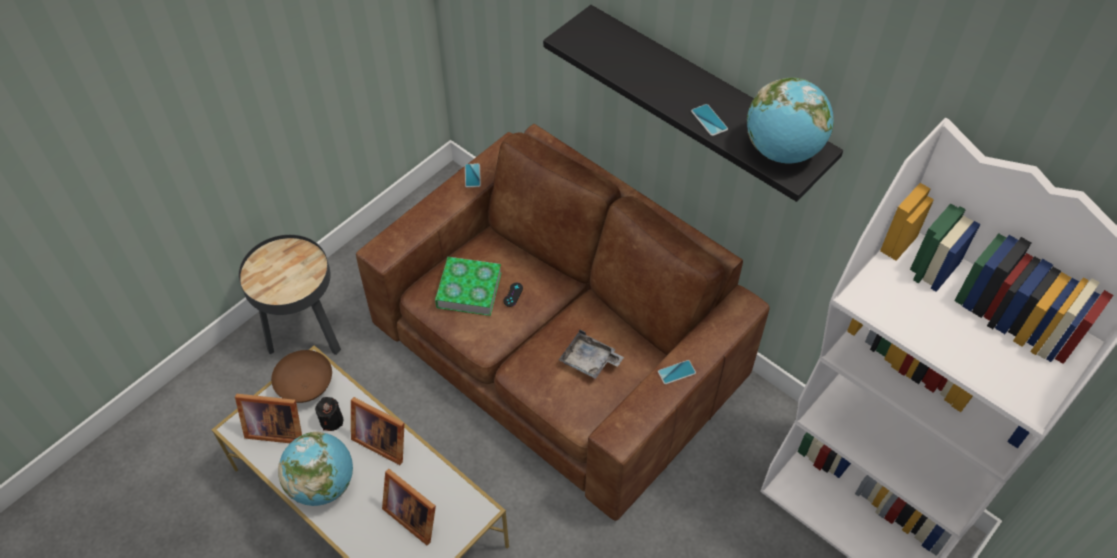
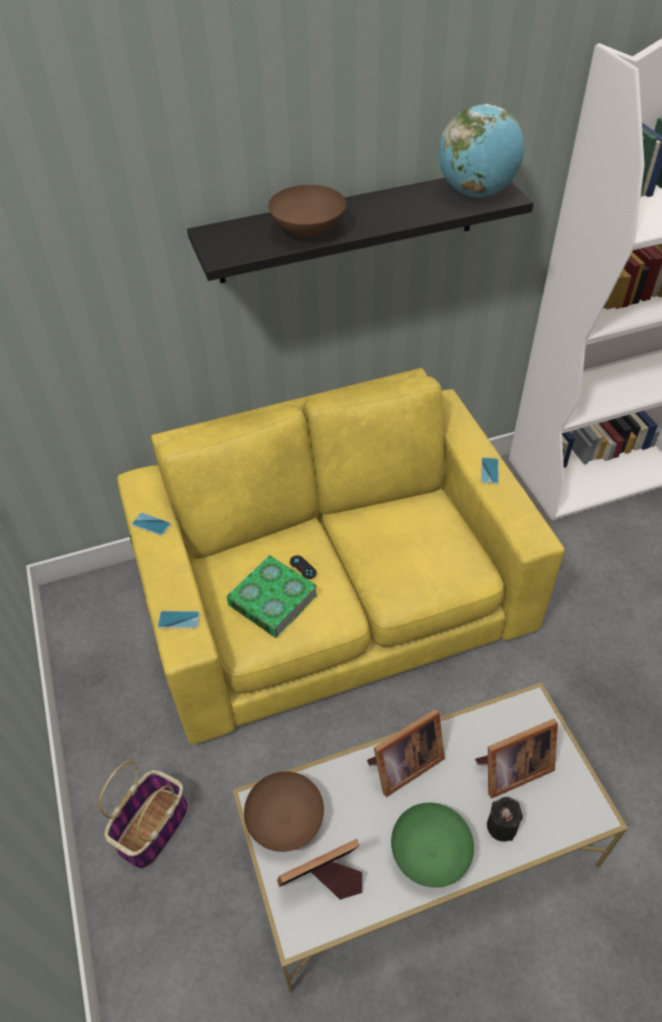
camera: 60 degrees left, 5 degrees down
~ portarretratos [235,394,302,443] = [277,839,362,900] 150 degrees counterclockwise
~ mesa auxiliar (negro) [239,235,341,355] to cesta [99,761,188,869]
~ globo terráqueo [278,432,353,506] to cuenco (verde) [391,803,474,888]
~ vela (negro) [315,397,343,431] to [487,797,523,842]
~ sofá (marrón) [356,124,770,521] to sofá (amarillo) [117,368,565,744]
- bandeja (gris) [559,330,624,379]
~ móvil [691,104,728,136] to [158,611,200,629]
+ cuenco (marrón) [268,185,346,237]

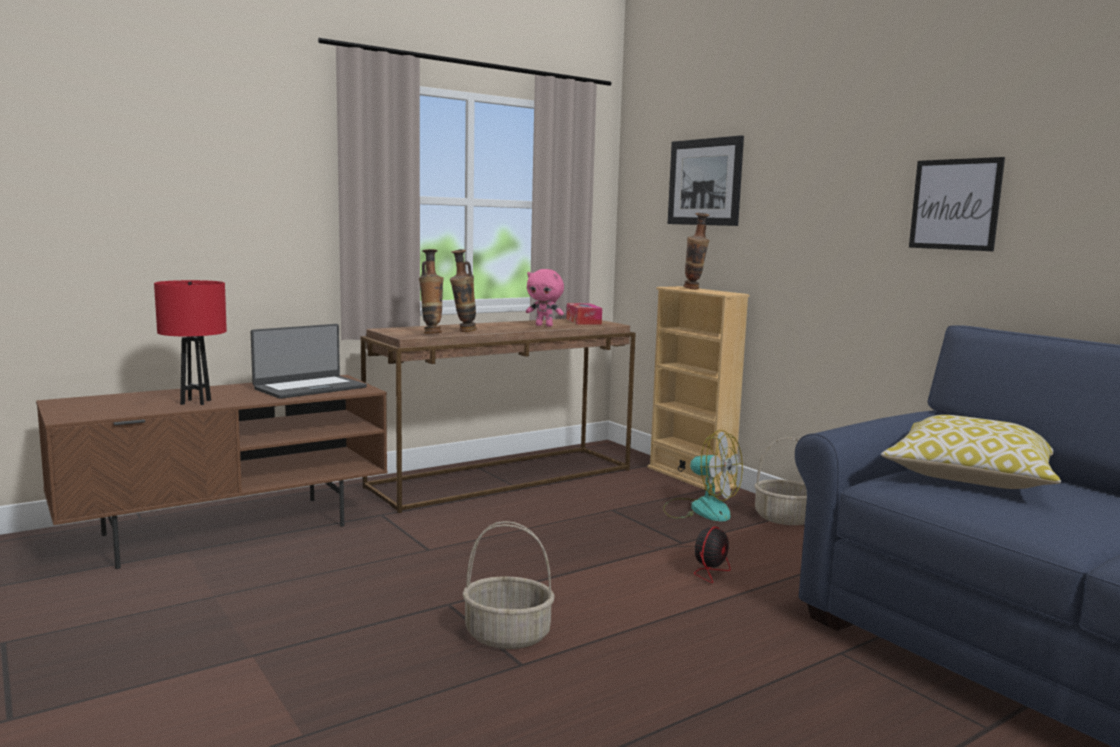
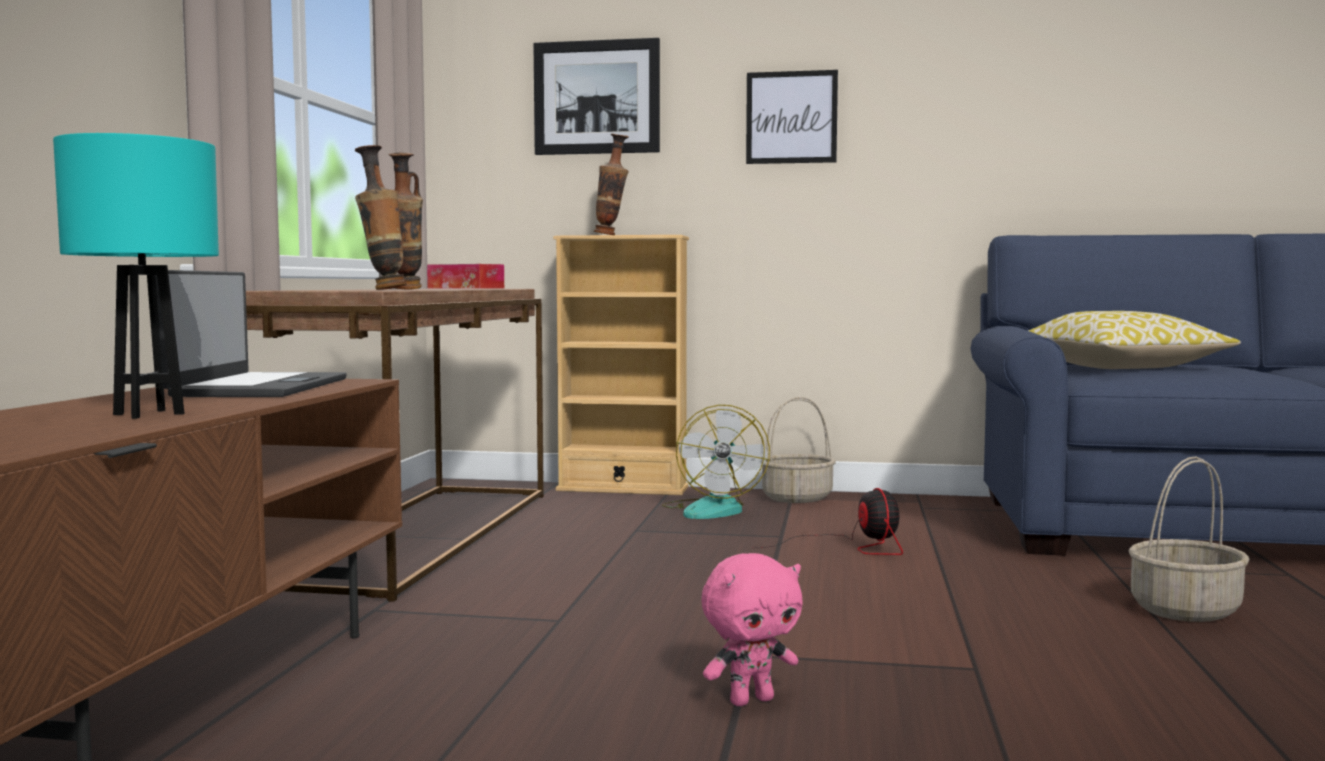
camera: 45 degrees left, 5 degrees down
~ lámpara de mesa (rojo) [154,280,227,405] to lámpara de mesa (turquesa) [53,133,219,419]
~ cesta [462,521,555,649] to [1128,457,1250,622]
~ peluche (rosa) [526,269,564,327] to [702,553,803,706]
~ ventilador [663,430,743,521] = [662,405,770,519] 105 degrees clockwise
~ cuadro [909,157,1005,251] to [746,70,838,164]

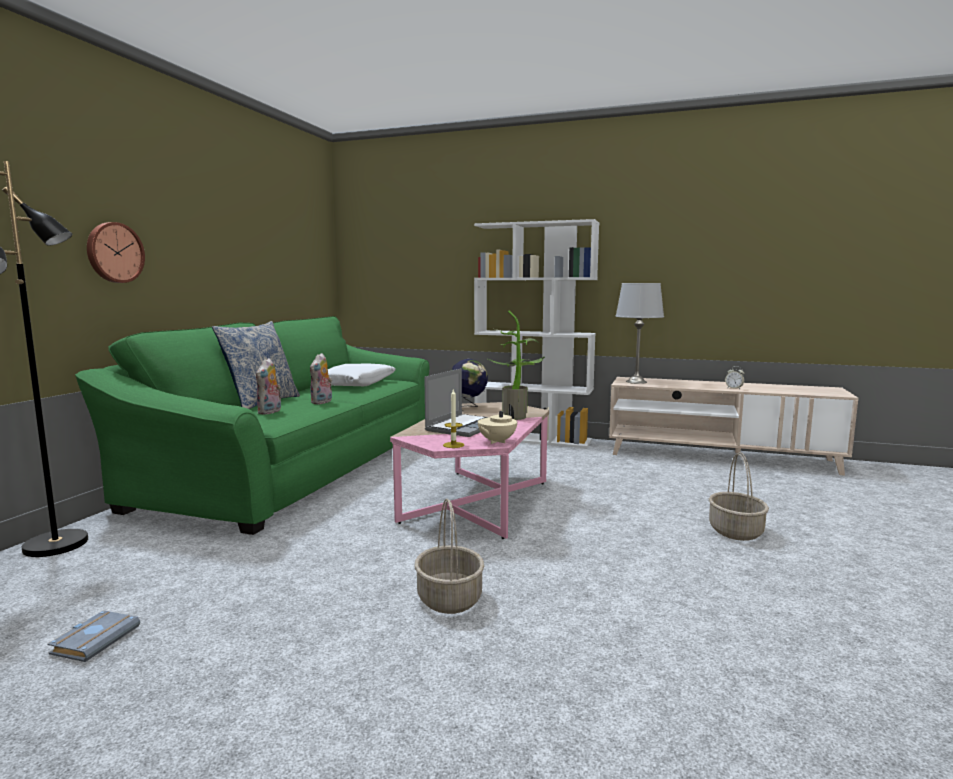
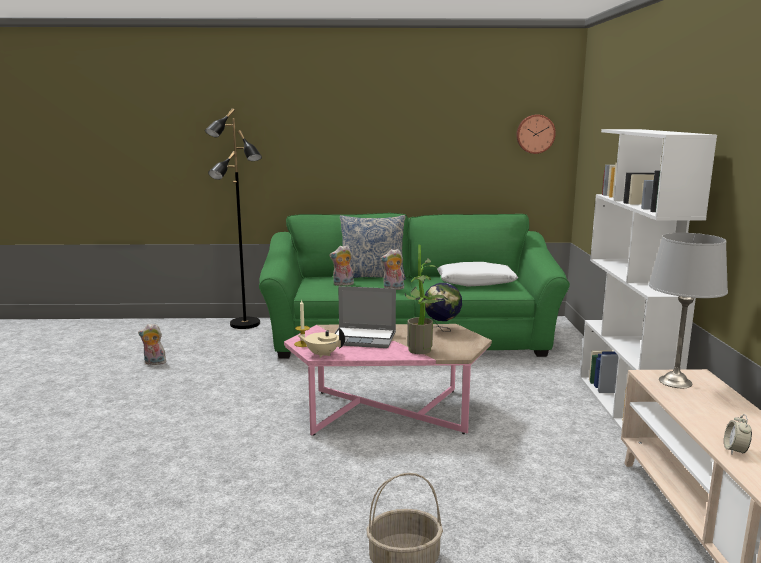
camera: 70 degrees right, 5 degrees up
~ libro (gris) [47,610,140,662] to peluche [138,324,166,365]
~ reloj de pared [87,222,145,283] to [516,115,556,154]
- cesta [414,498,485,614]

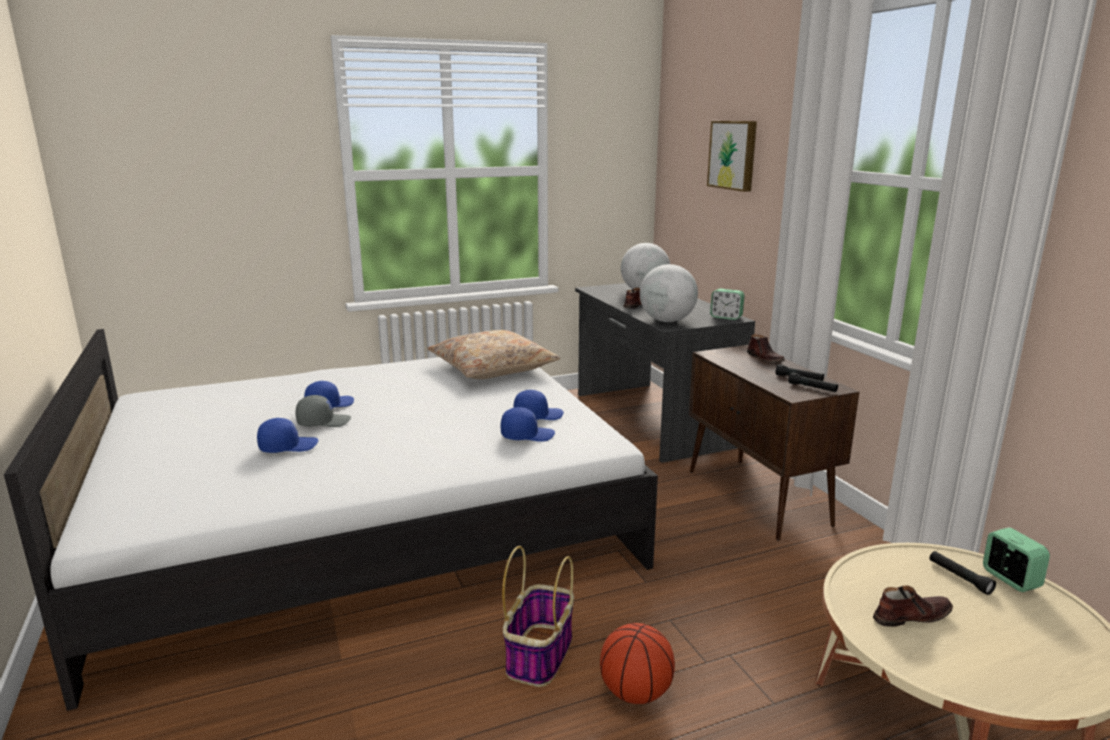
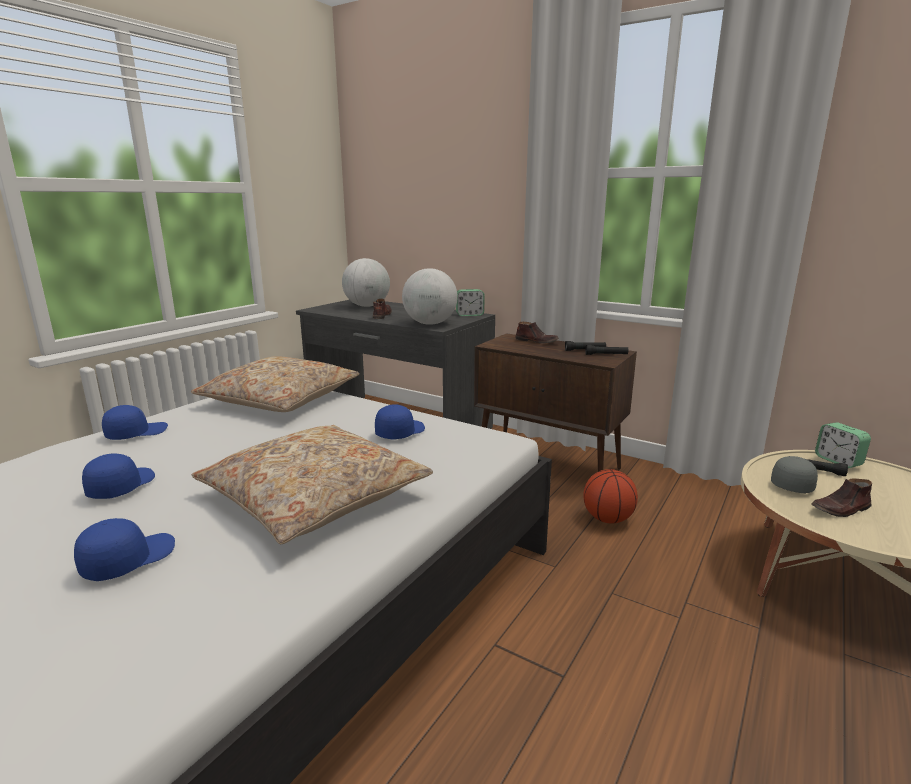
camera: 35 degrees left, 0 degrees up
~ gorra (gris) [296,395,351,427] to [771,456,818,493]
~ gorra (azul) [501,407,555,442] to [102,405,168,440]
- cesta [502,546,574,687]
~ balón de baloncesto [600,623,675,704] to [583,469,638,523]
- cuadro [707,121,757,192]
~ zapato (marrón) [873,585,953,627] = [811,479,872,517] 150 degrees counterclockwise
~ despertador [983,528,1050,592] = [815,422,871,468] 150 degrees counterclockwise
+ cojín (beis) [191,425,433,544]

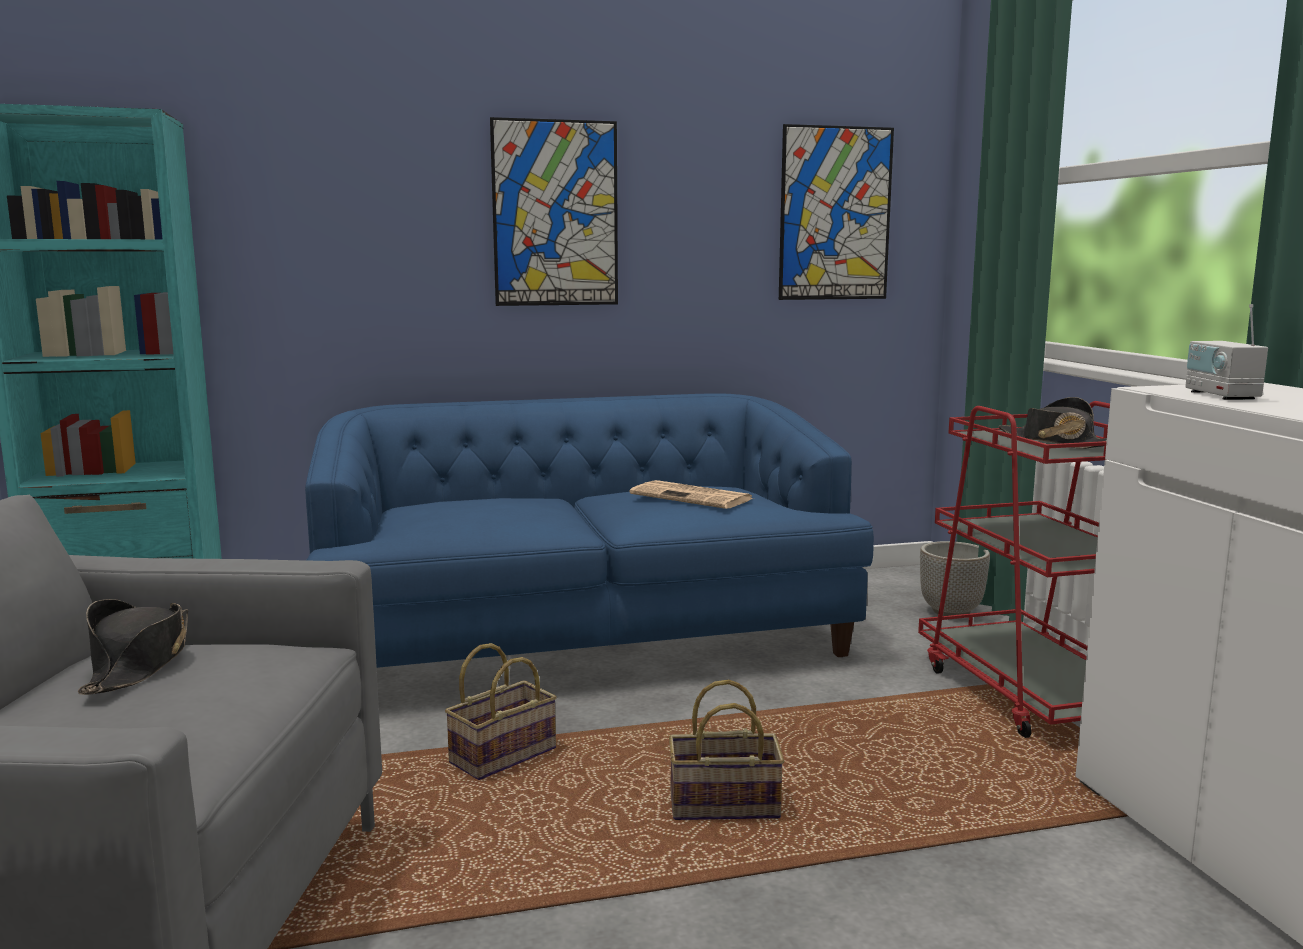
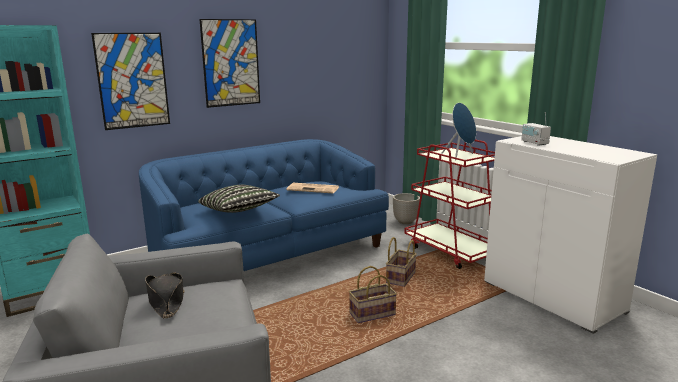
camera: 20 degrees left, 5 degrees up
~ cesta [445,643,557,780] to [386,237,417,287]
~ cuadro [779,124,894,300] to [91,33,170,130]
~ sombrero (negro) [998,397,1107,449] to altavoz (azul) [441,103,476,161]
+ cojín [198,185,280,213]

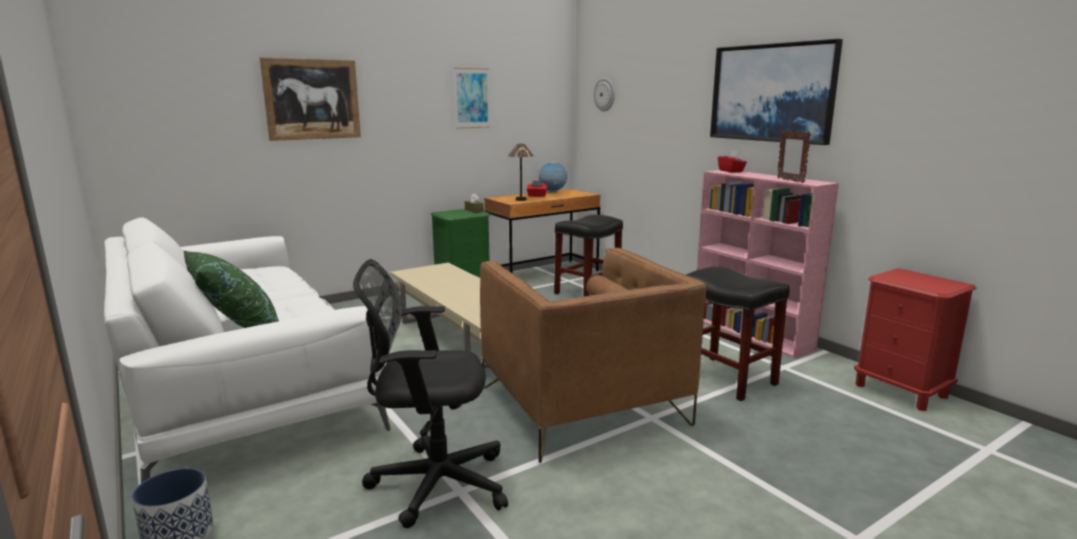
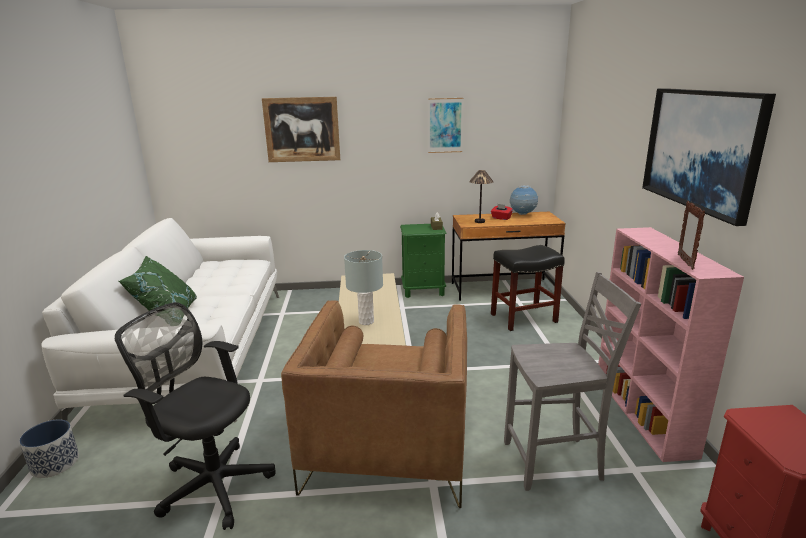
camera: 30 degrees right, 5 degrees up
- reloj de pared [593,78,615,111]
~ taburete (negro) [686,266,789,401] to silla (gris) [504,272,641,491]
- caja de pañuelos (rojo) [718,150,747,173]
+ lámpara de mesa (gris) [344,250,383,325]

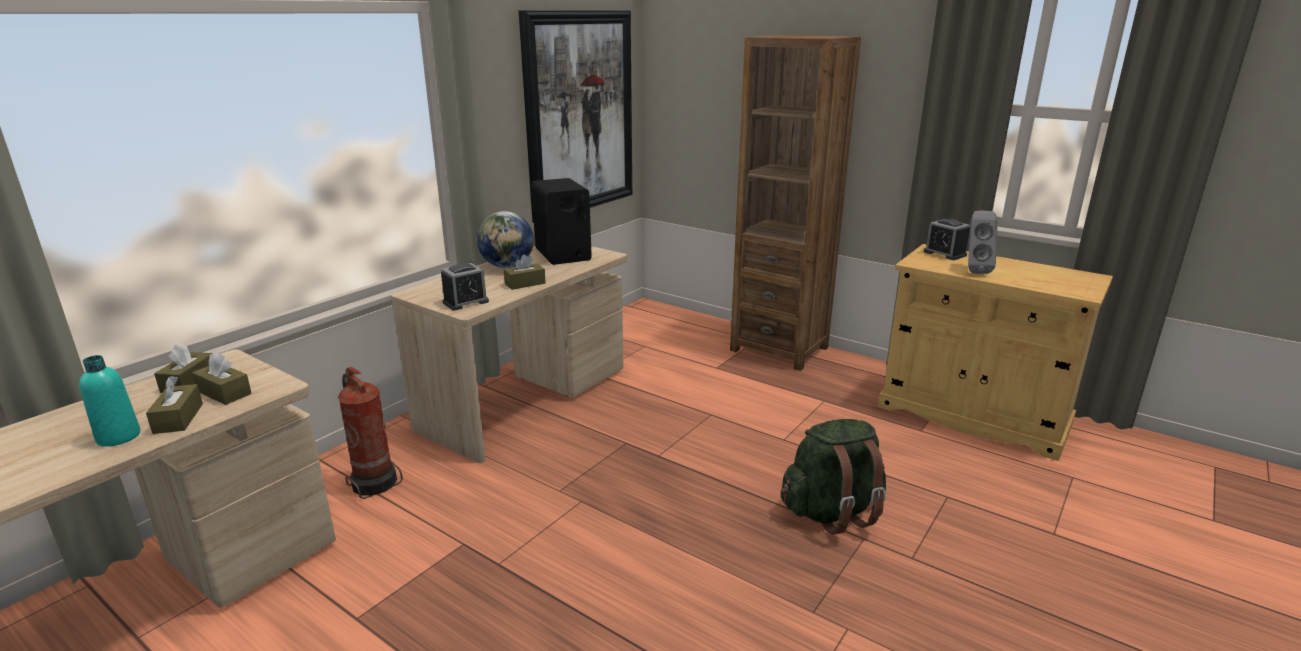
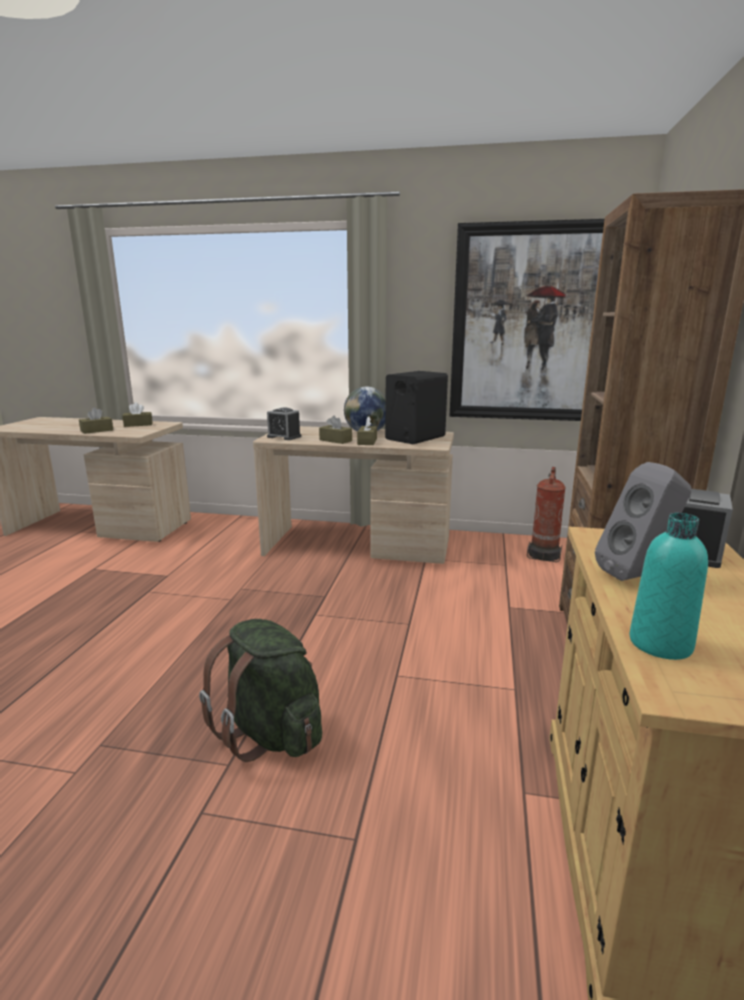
camera: 65 degrees right, 5 degrees down
~ botella (turquesa) [79,355,140,447] to [629,513,708,660]
~ caja de pañuelos (marrón) [192,353,252,405] to [357,416,377,445]
~ extintor [338,367,403,499] to [527,467,566,562]

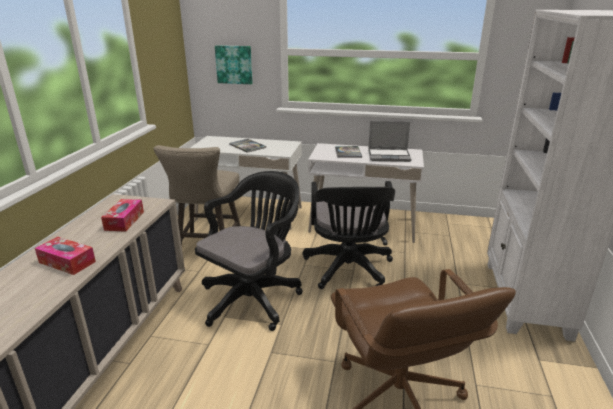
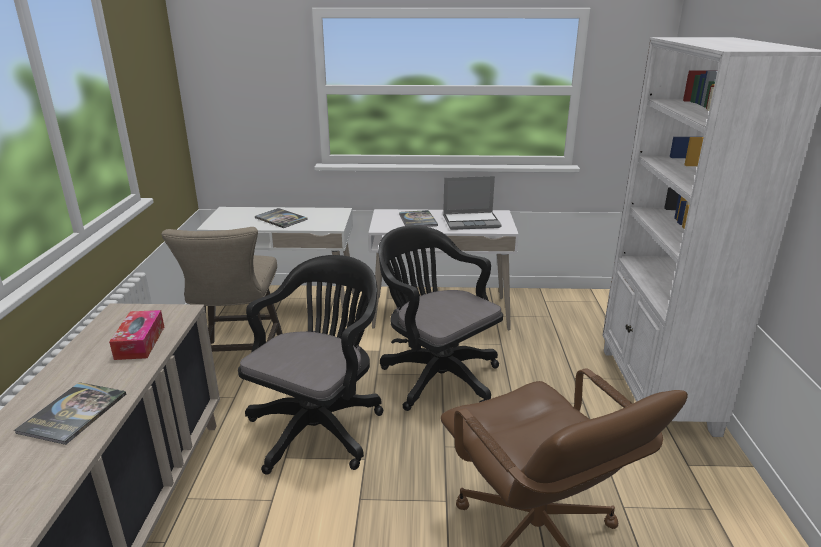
camera: 10 degrees left, 0 degrees up
~ caja de pañuelos [35,237,96,275] to libro [14,382,126,445]
- cuadro [215,45,253,84]
~ silla de oficina (negro) [303,181,395,289] = [379,225,503,411] 150 degrees clockwise

